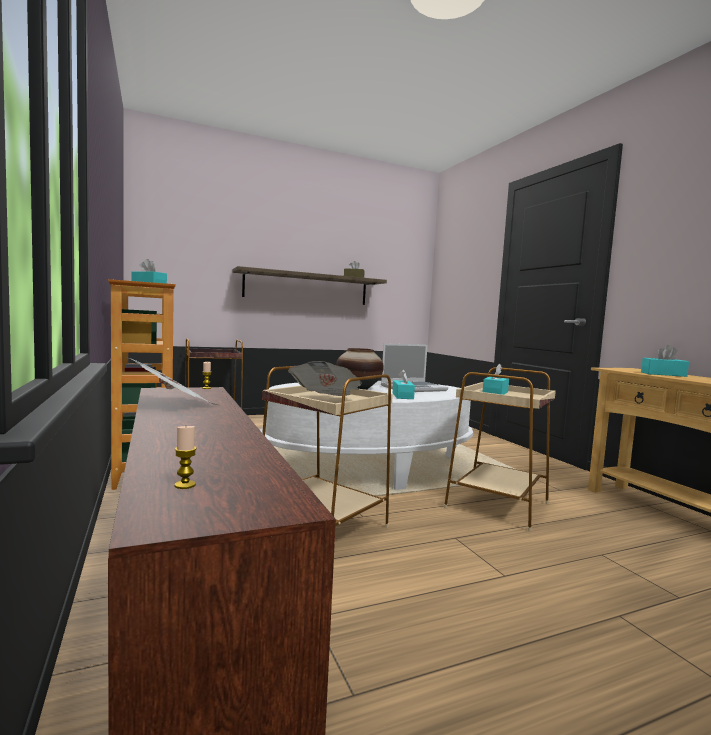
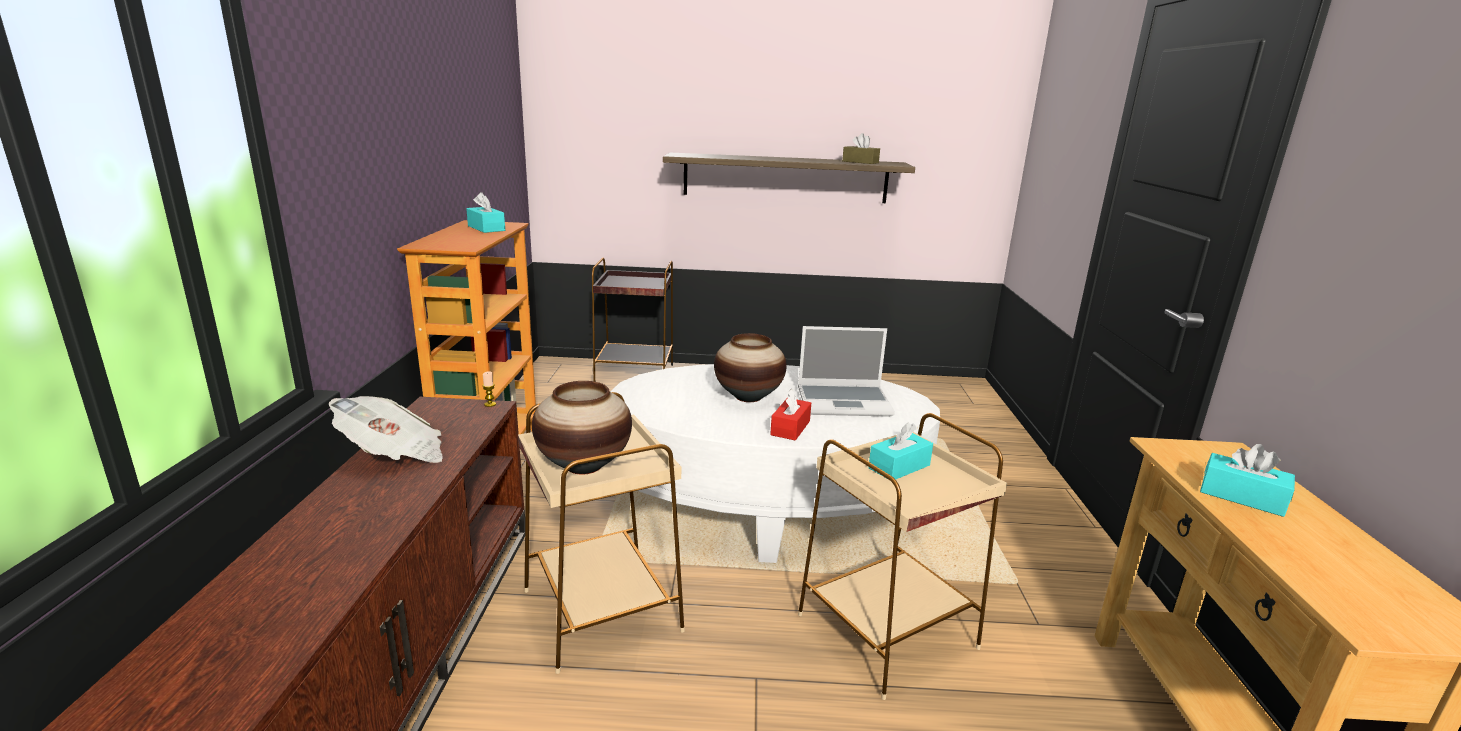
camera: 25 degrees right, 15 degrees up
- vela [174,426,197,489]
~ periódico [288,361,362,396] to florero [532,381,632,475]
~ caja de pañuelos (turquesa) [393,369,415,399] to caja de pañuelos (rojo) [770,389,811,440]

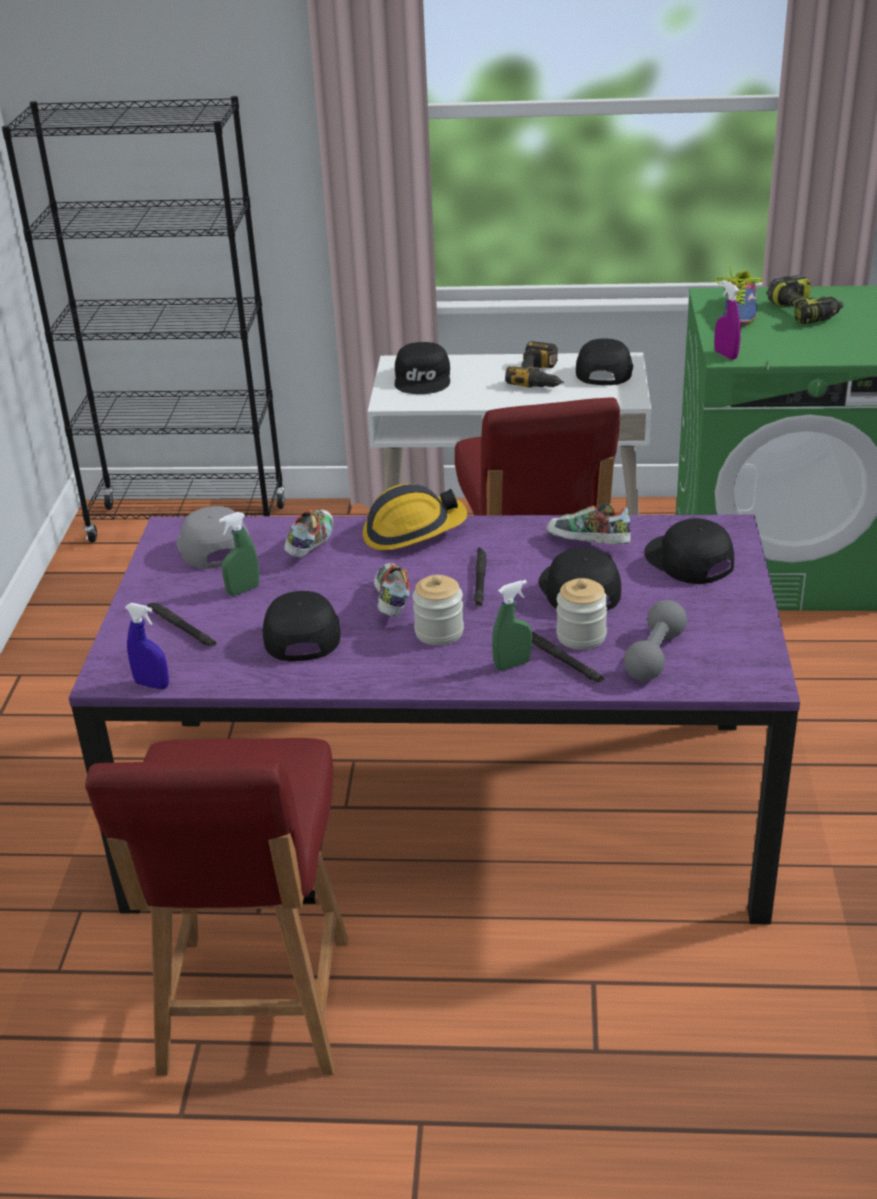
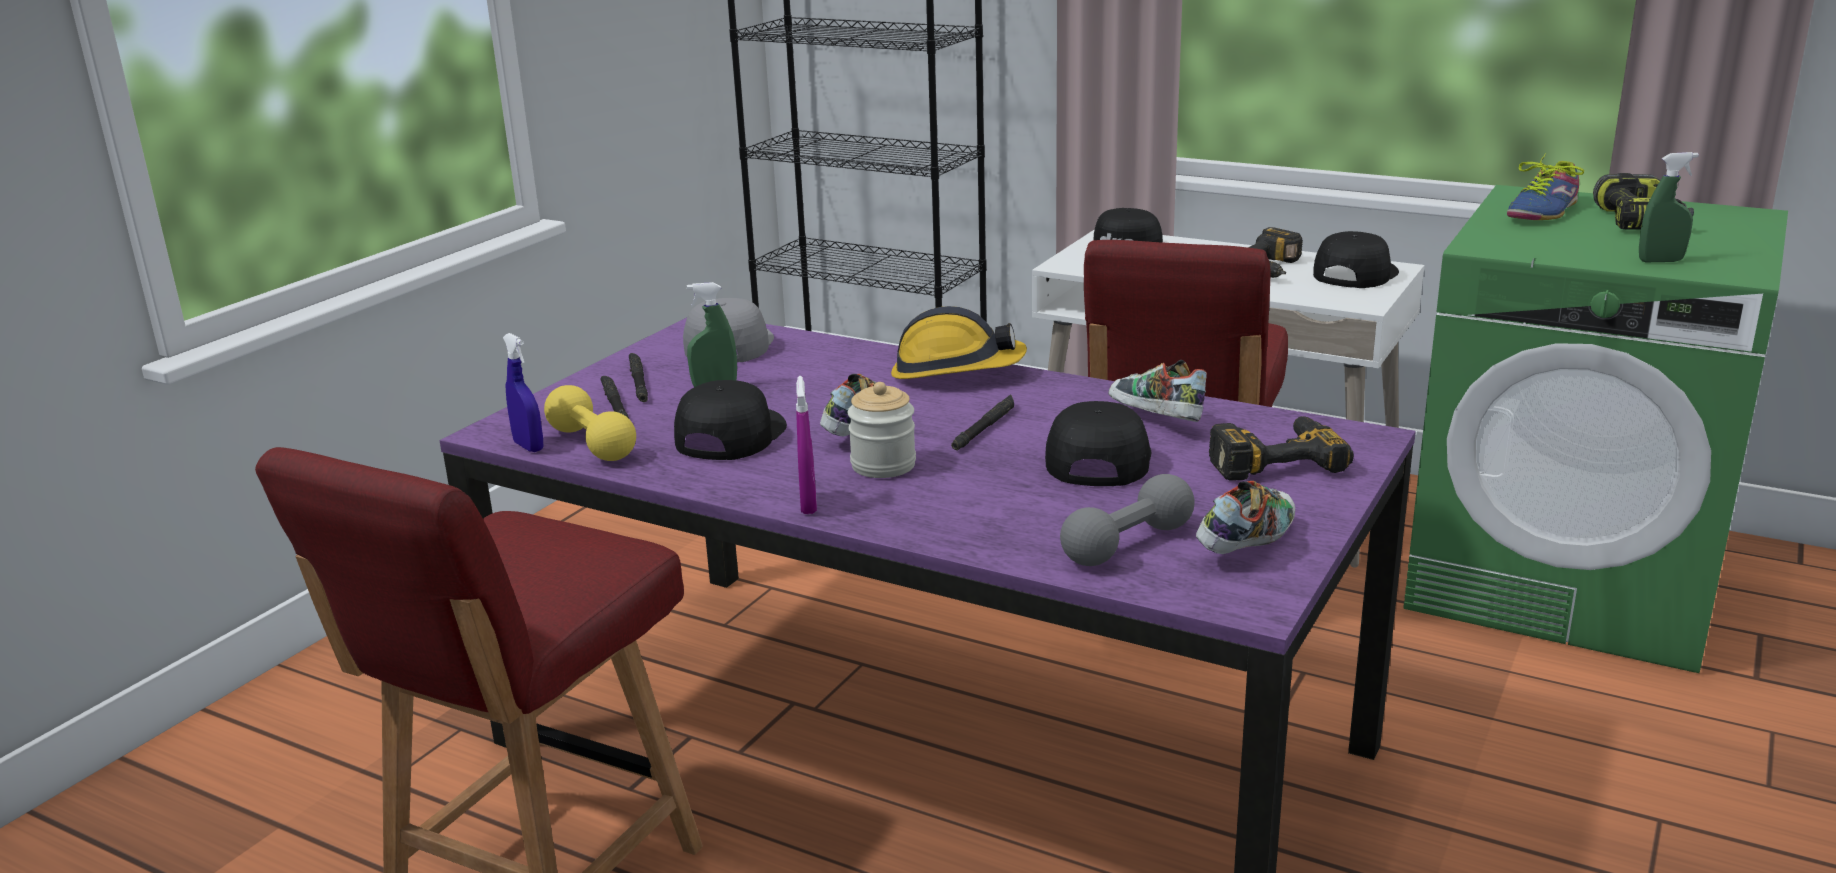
camera: 25 degrees right, 10 degrees down
~ zapato [284,510,333,558] to [1196,481,1295,554]
~ pulverizador (verde) [492,580,532,670] to [1639,152,1699,262]
~ linterna (negro) [532,632,604,682] to [629,353,648,402]
- tarro [556,578,608,650]
~ gorra (negro) [644,518,734,584] to taladro [1209,416,1354,480]
~ pulverizador (morado) [714,280,741,360] to [796,376,817,514]
+ mancuerna (amarillo) [544,385,636,461]

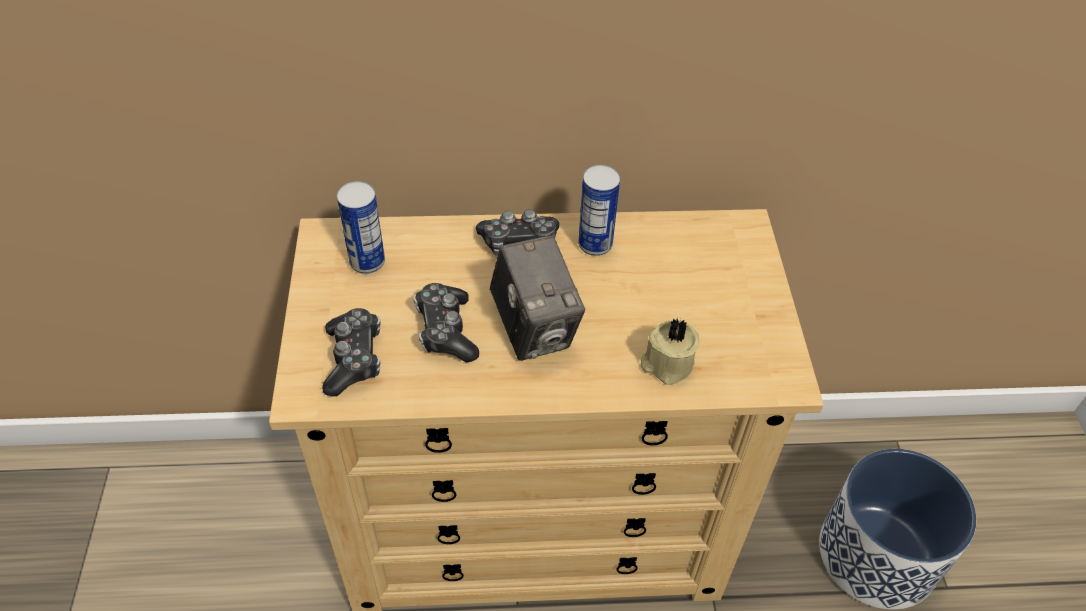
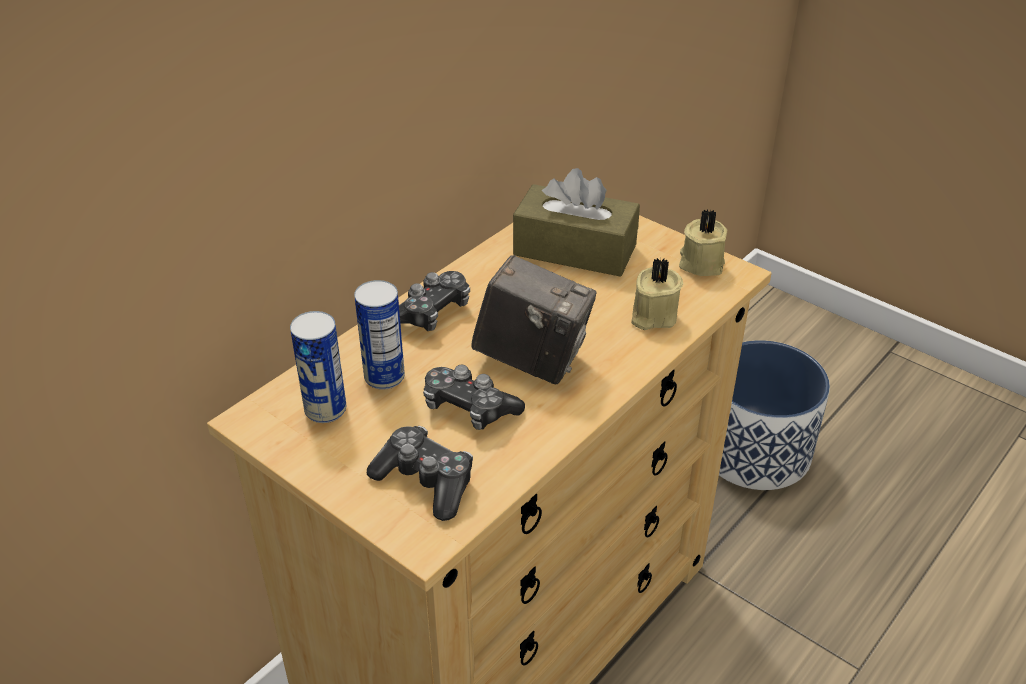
camera: 45 degrees left, 10 degrees down
~ lata [578,165,620,256] to [354,280,405,390]
+ caja de pañuelos (marrón) [513,168,640,277]
+ vela (beis) [679,210,727,276]

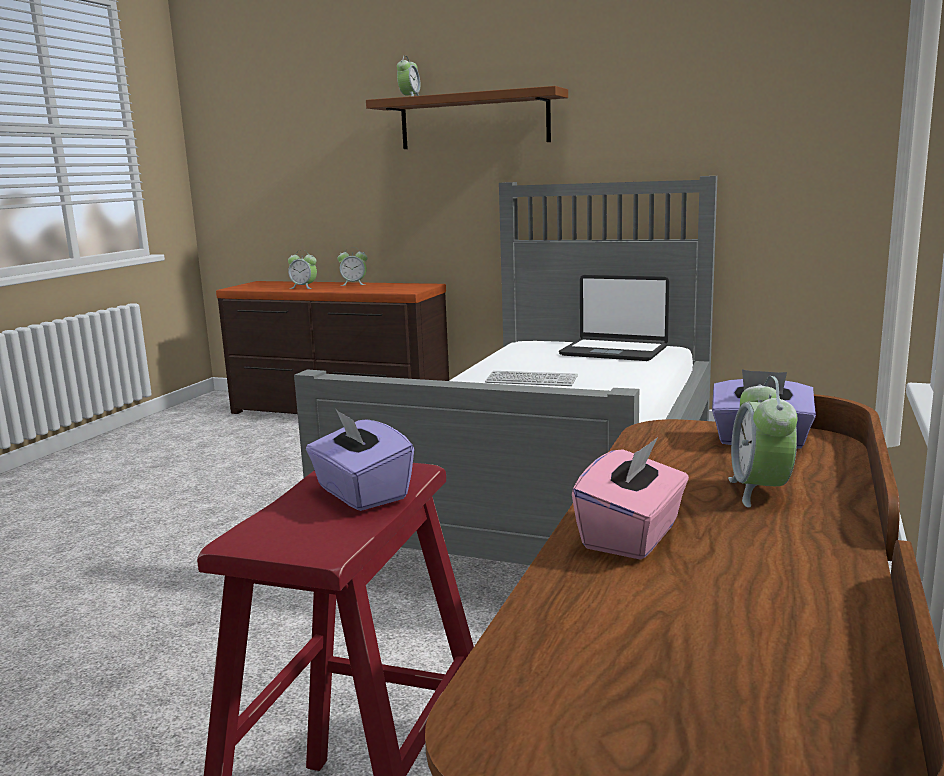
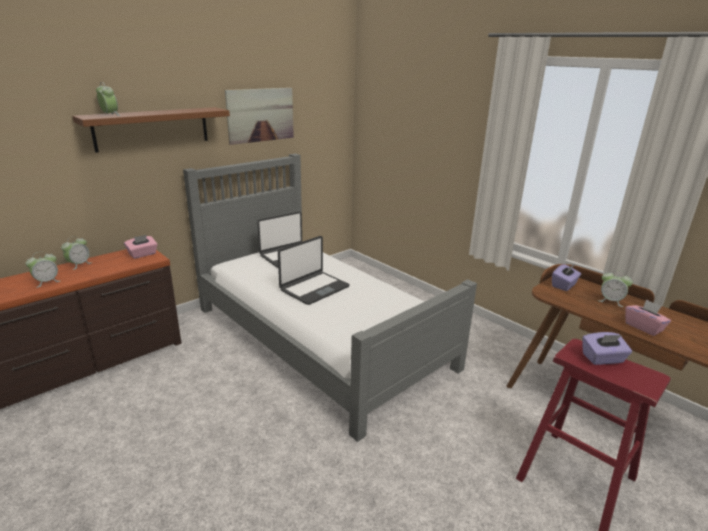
camera: 65 degrees left, 10 degrees up
~ teclado [485,371,578,386] to portátil [278,236,350,305]
+ caja de pañuelos (rosa) [124,235,158,259]
+ cuadro [225,88,294,145]

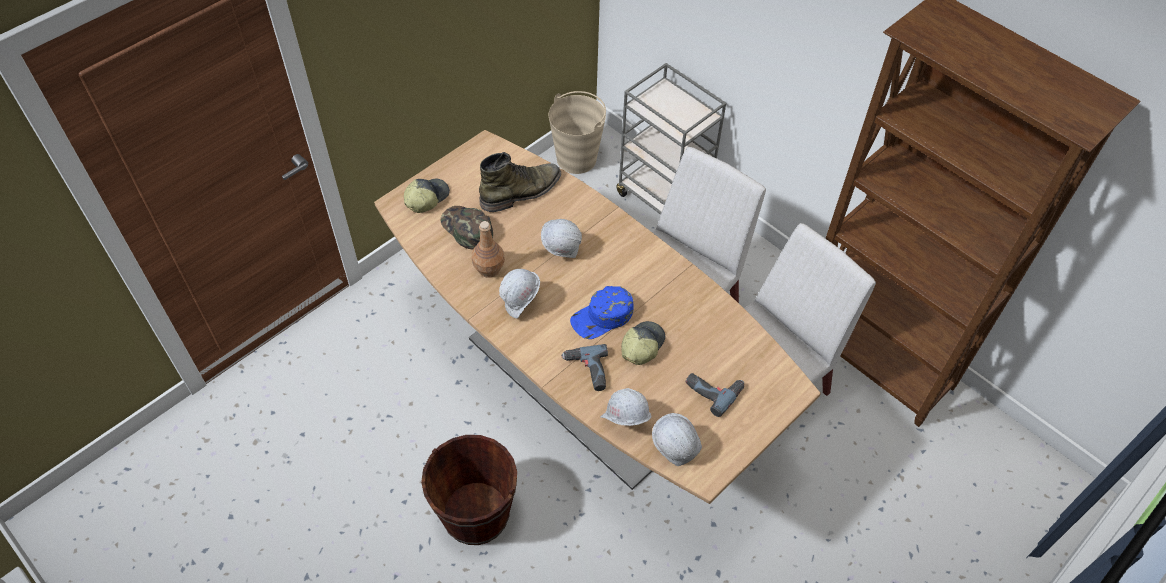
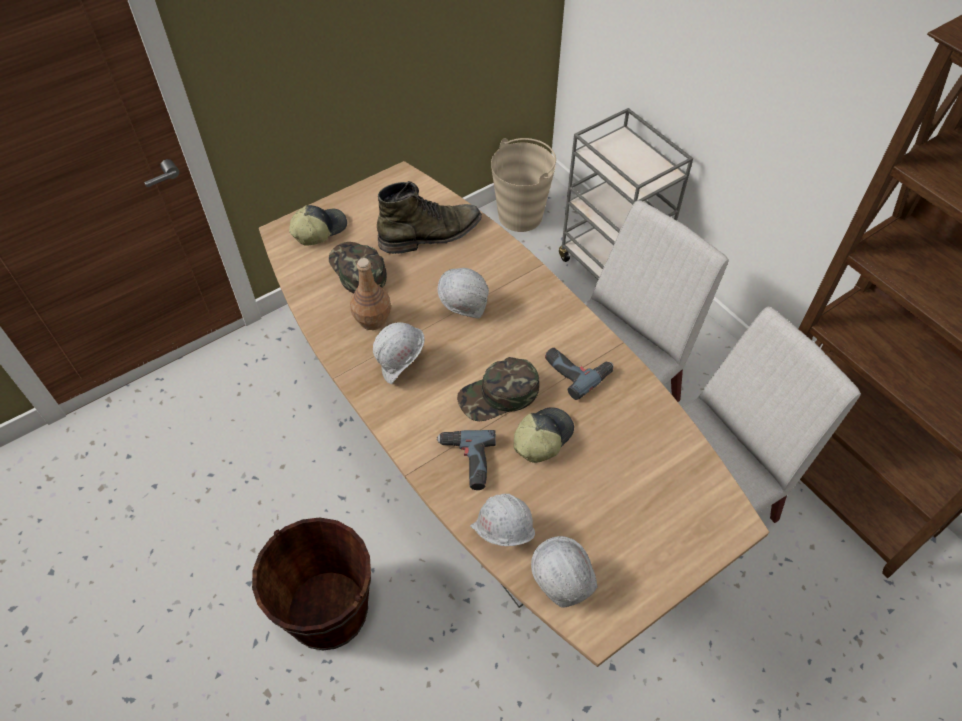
camera: 10 degrees right, 0 degrees up
~ gorra (azul) [570,286,634,339] to gorra (verde) [457,357,540,421]
~ taladro [685,373,744,417] to [545,348,614,400]

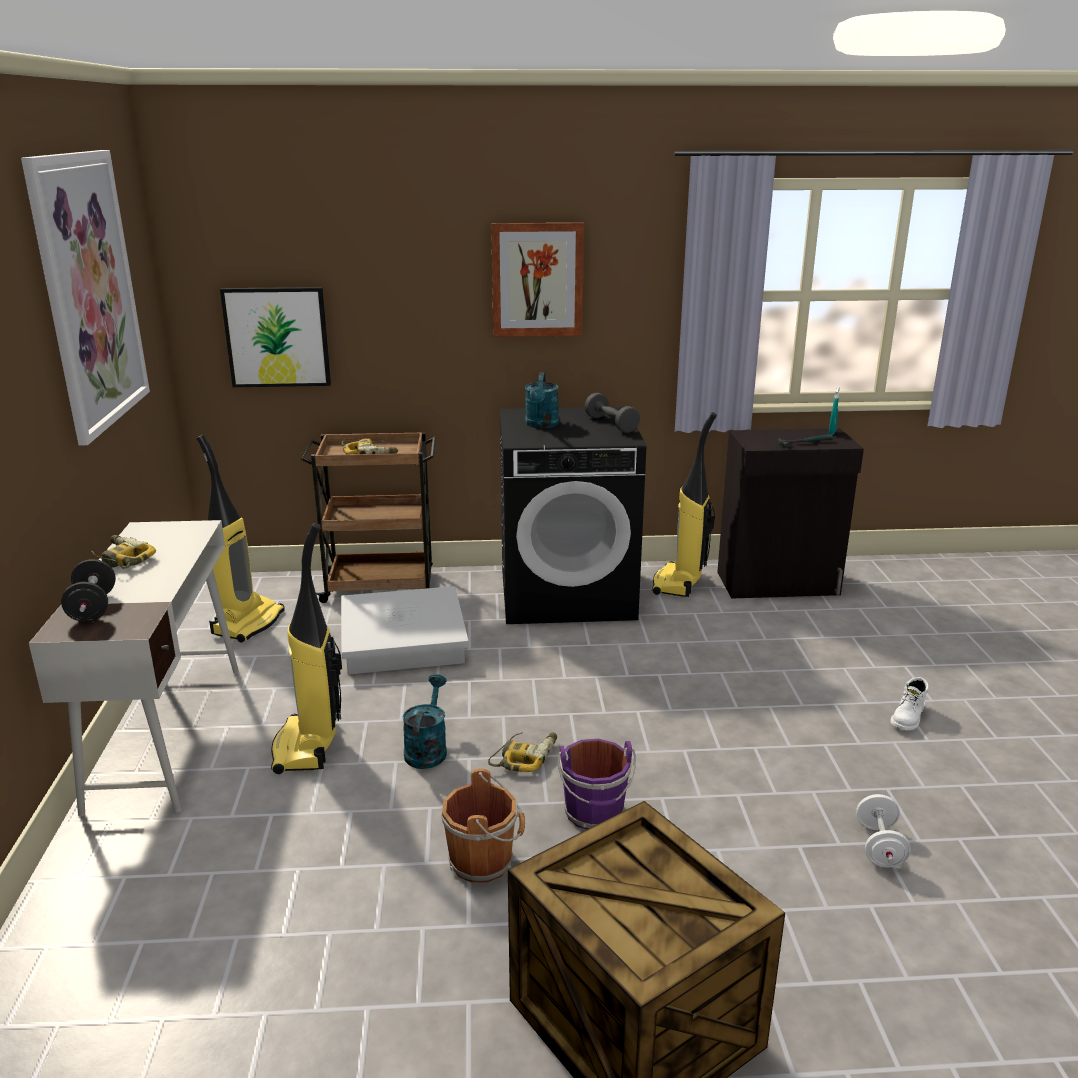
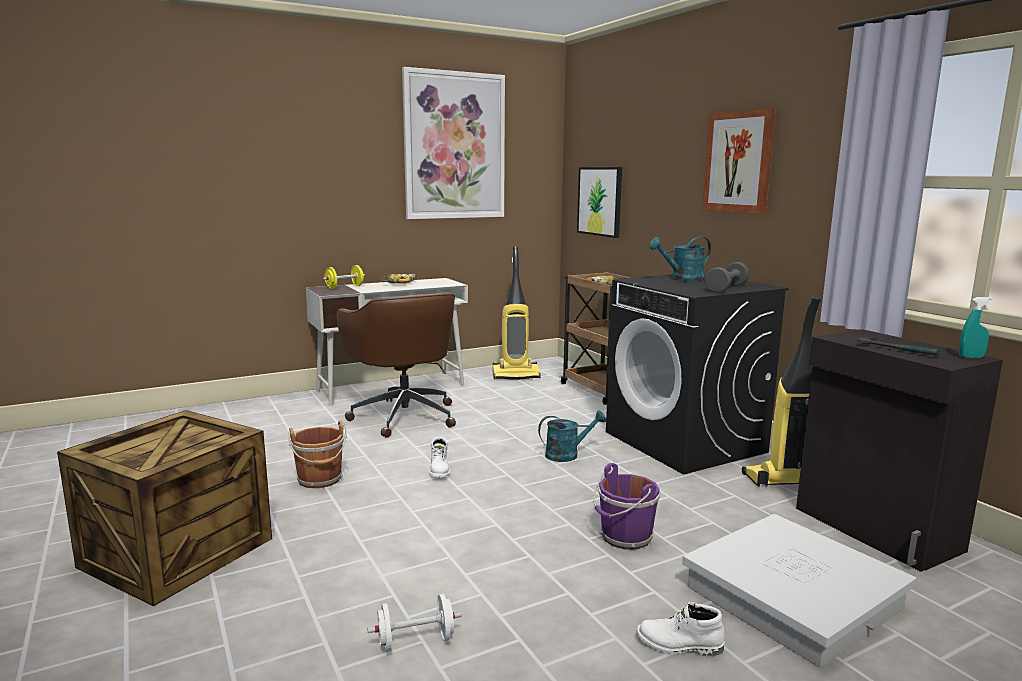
camera: 65 degrees right, 10 degrees down
~ mancuerna (negro) [61,559,116,622] to mancuerna (amarillo) [322,265,365,289]
~ aspiradora [271,523,342,774] to silla de oficina (marrón) [336,292,456,438]
~ caja de almacenaje (blanco) [341,586,469,675] to [682,514,917,668]
~ regadera (turquesa) [403,674,447,769] to [538,410,606,462]
~ taladro [488,732,557,772] to bota (blanco) [429,437,450,478]
~ cubo (morado) [558,739,636,829] to [593,463,661,549]

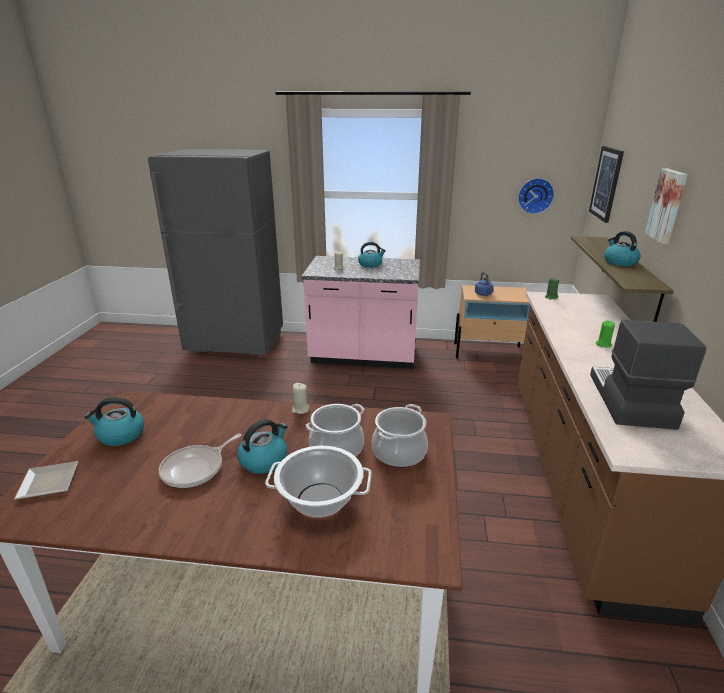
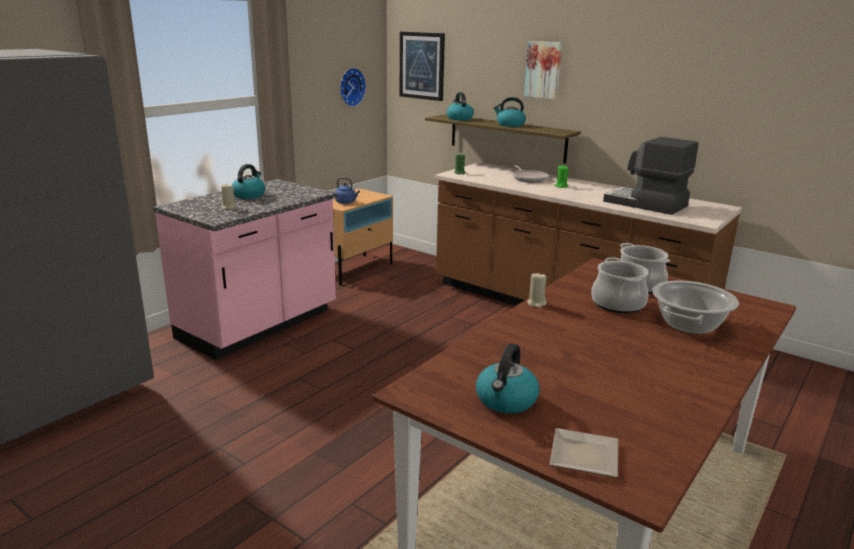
camera: 60 degrees left, 5 degrees down
~ sartén [159,434,241,488] to [513,165,548,182]
~ hervidor [237,419,288,474] to [447,92,474,121]

